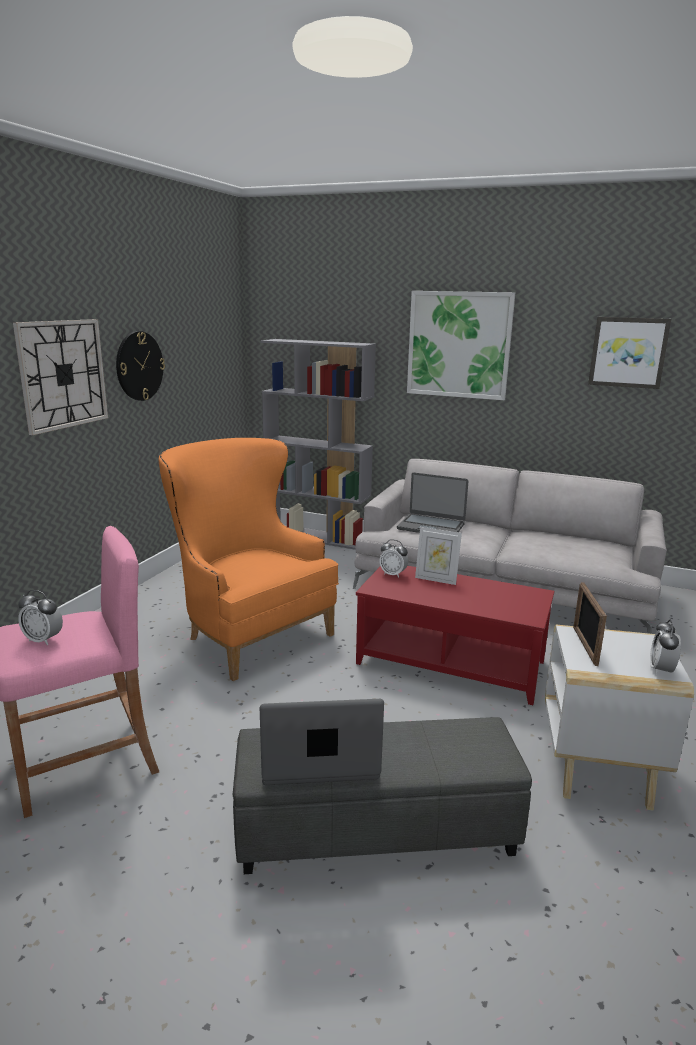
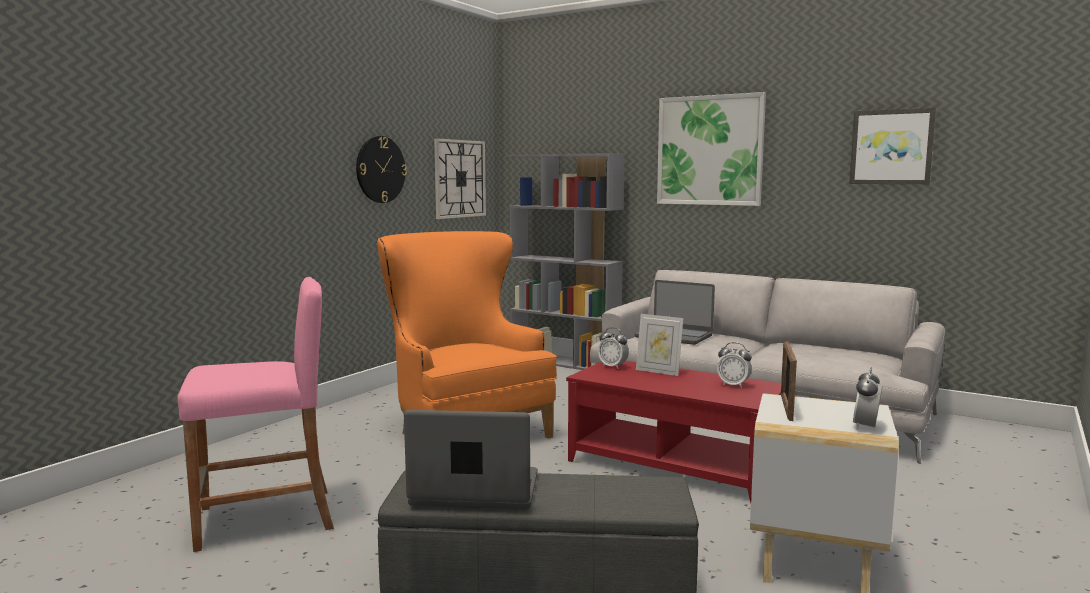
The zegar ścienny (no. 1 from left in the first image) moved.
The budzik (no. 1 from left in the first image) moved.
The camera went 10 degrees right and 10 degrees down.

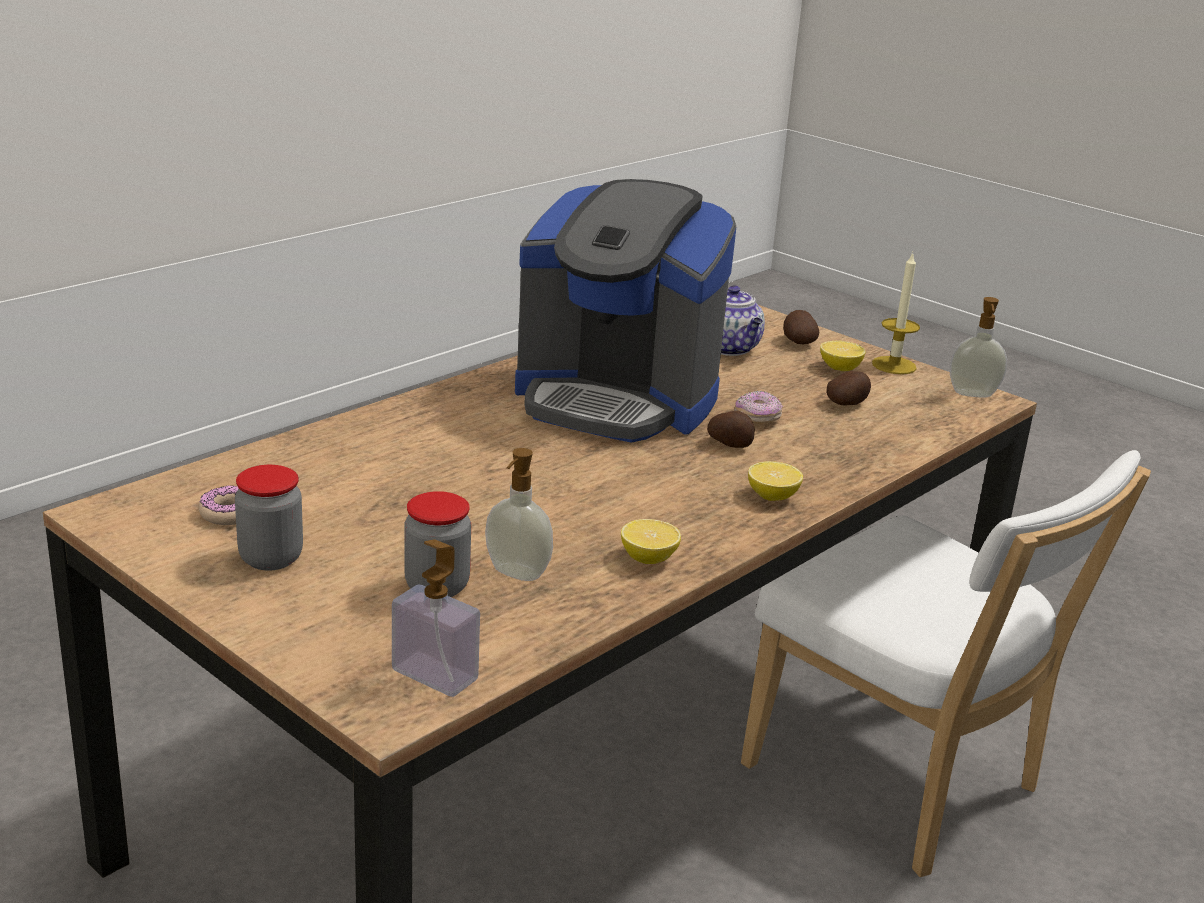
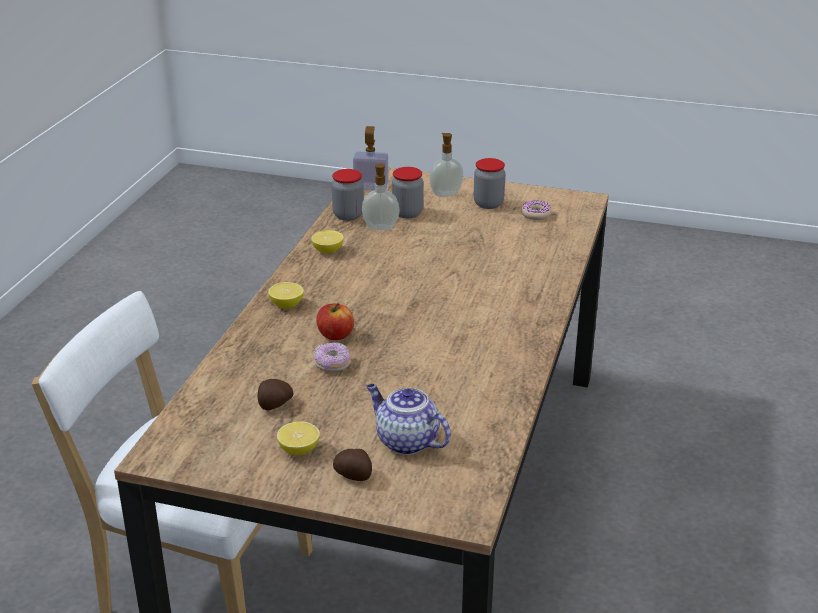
The ziemniak (no. 1 from left) was replaced by the jabłko.
The słoik (no. 1 from left) appeared.
The dozownik mydła (no. 3 from left) moved.
The ekspres do kawy disappeared.
The świeca disappeared.
The camera went 155 degrees right and 5 degrees up.

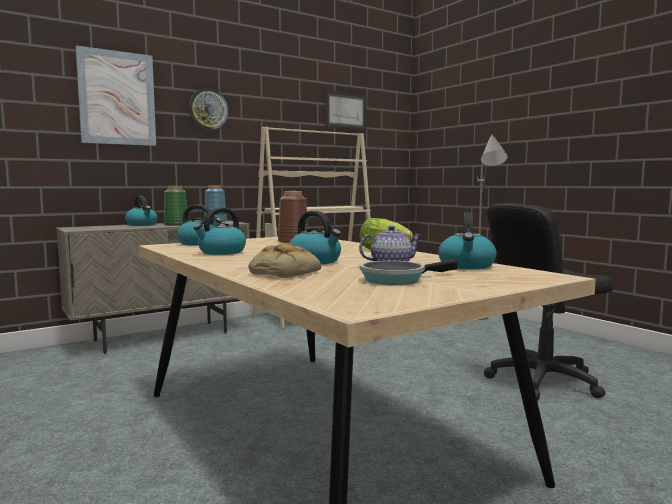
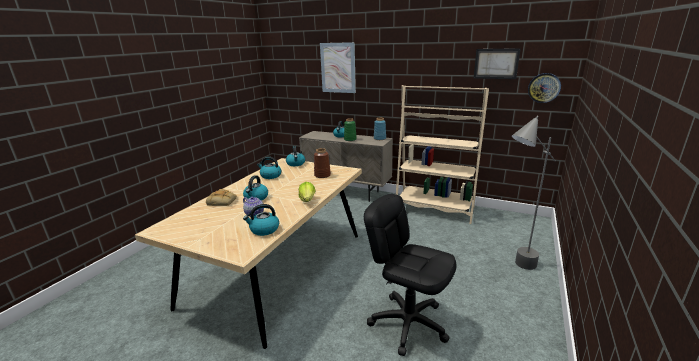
The zegar ścienny moved.
The patelnia disappeared.
The camera went 60 degrees right and 15 degrees up.

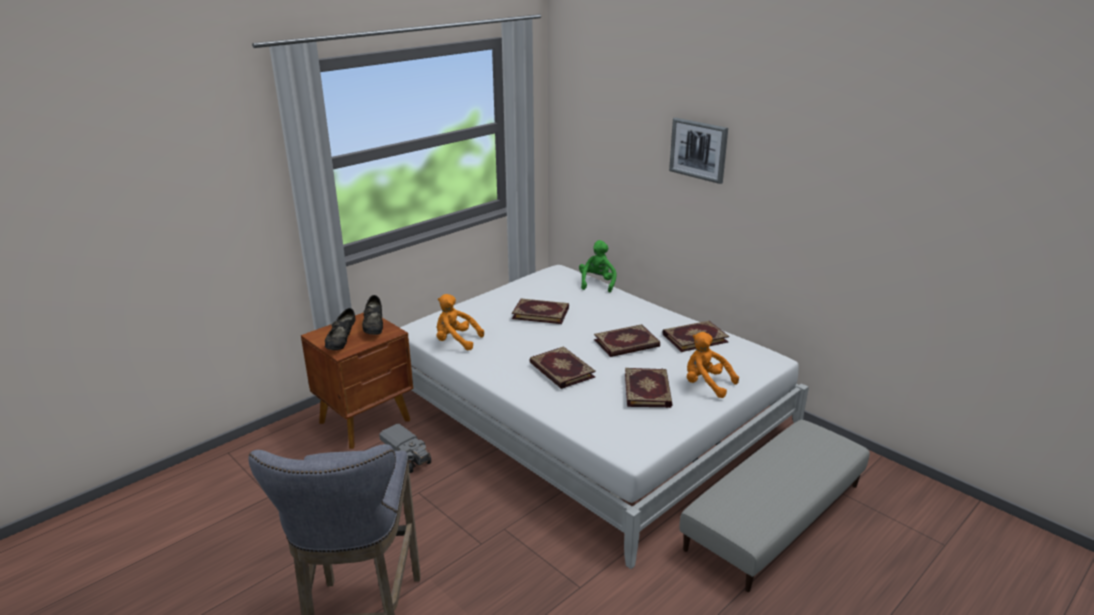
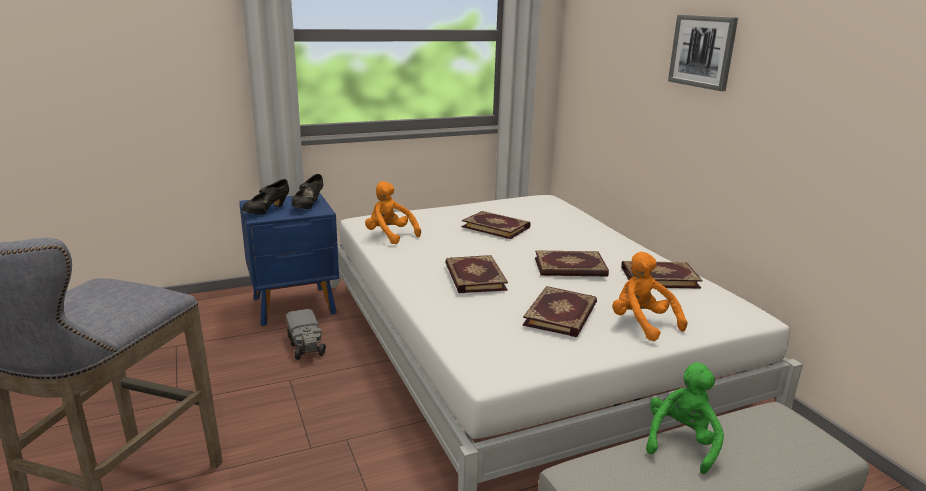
The szafka nocna [brązowy] became the szafka nocna [niebieski].
The pluszak [zielony] moved.
The camera went 20 degrees right and 5 degrees down.

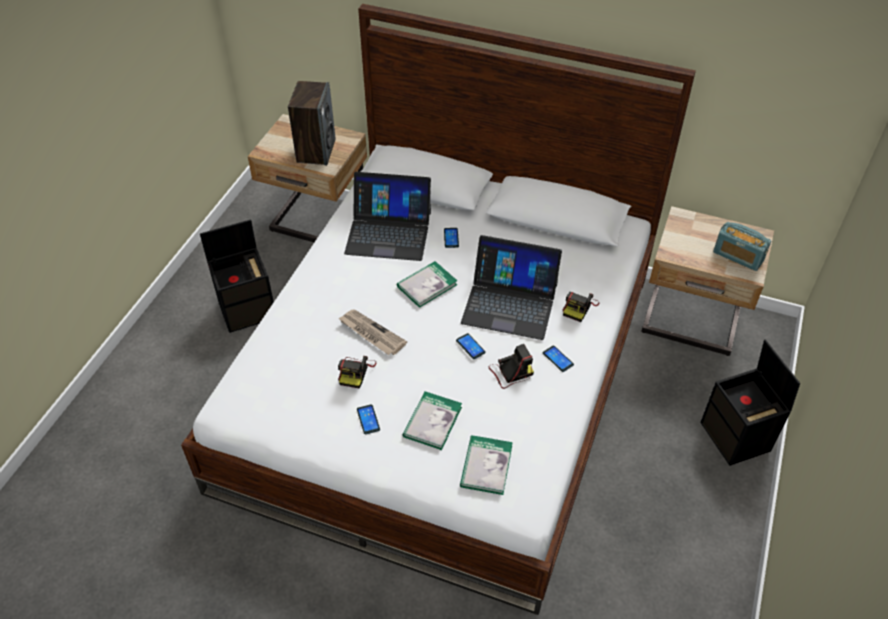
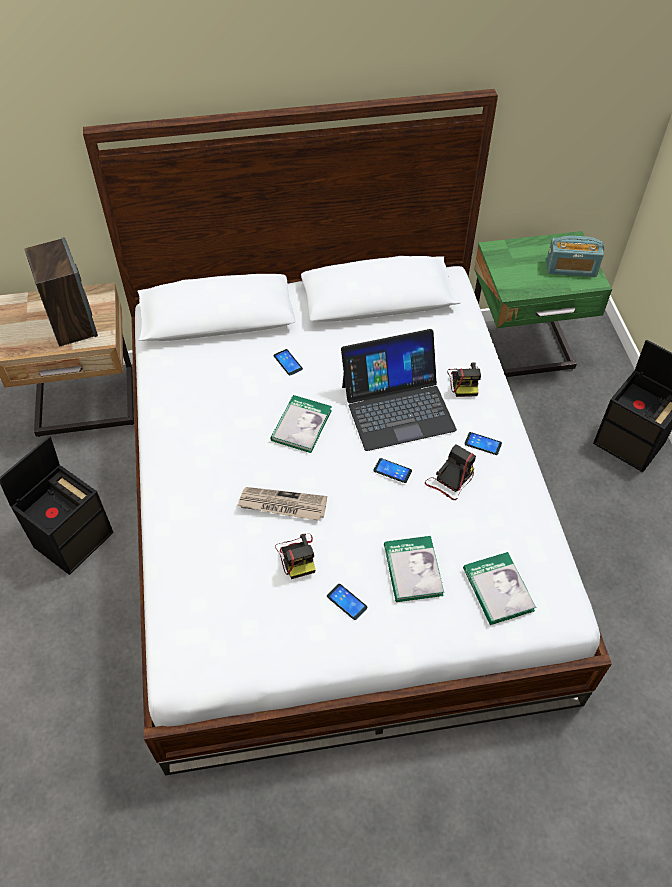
The szafka nocna [beżowy] (no. 2 from left) became the szafka nocna [zielony].
The laptop (no. 1 from left) disappeared.
The camera went 30 degrees left and 5 degrees up.

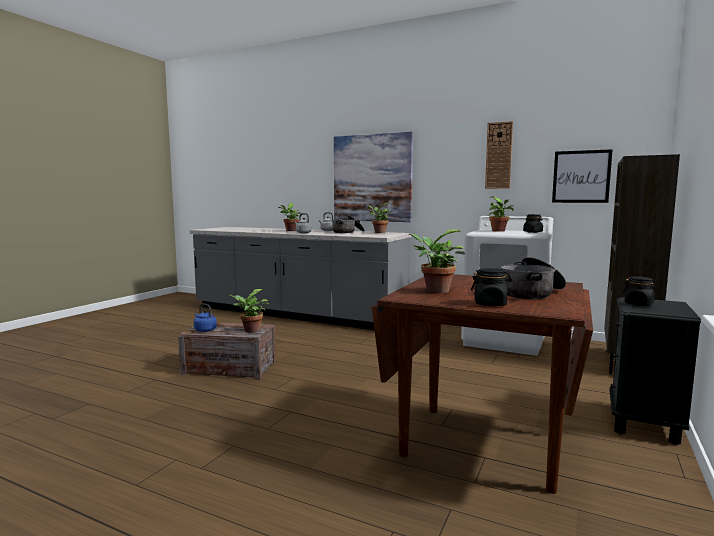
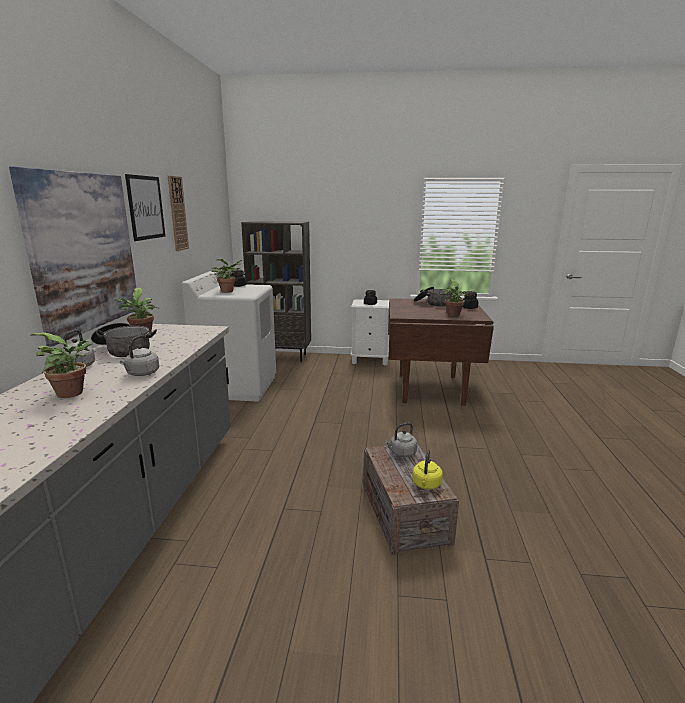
The obraz (no. 2 from left) moved.
The szafka nocna [czarny] became the szafka nocna [biały].
The roślina doniczkowa (no. 1 from left) was replaced by the czajnik [szary] (no. 3 from left).
The czajnik [niebieski] became the czajnik [żółty].
The camera went 110 degrees left and 10 degrees up.

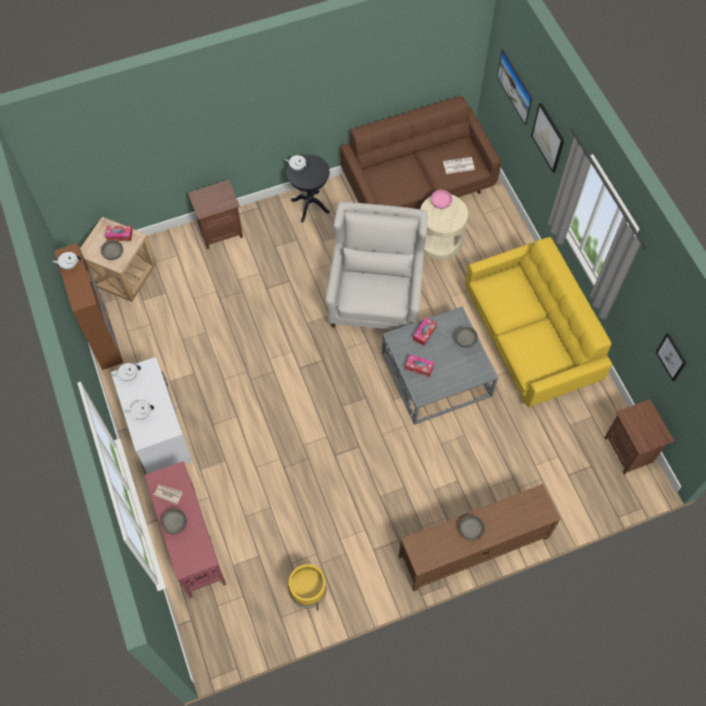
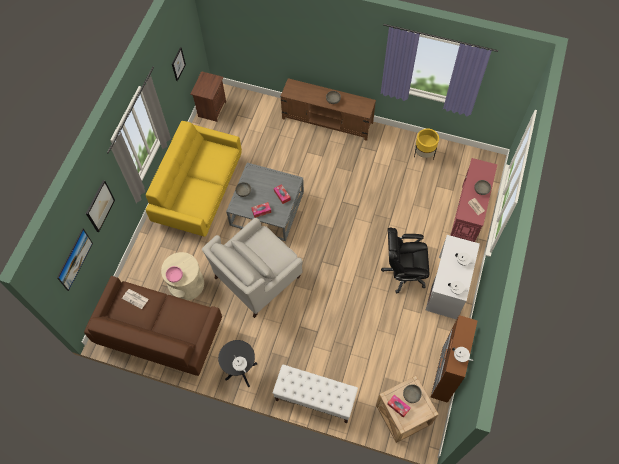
The szafka nocna [brązowy] (no. 1 from left) was replaced by the ławka [biały].
The krzesło biurowe [czarny] appeared.
The camera went 140 degrees left and 0 degrees up.

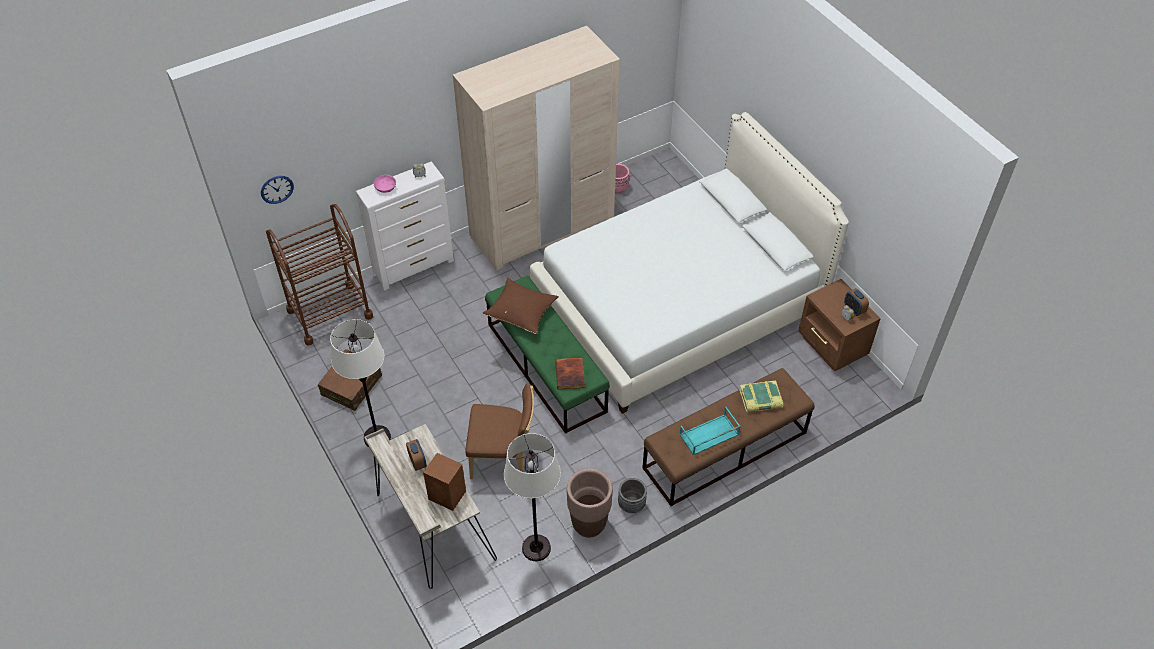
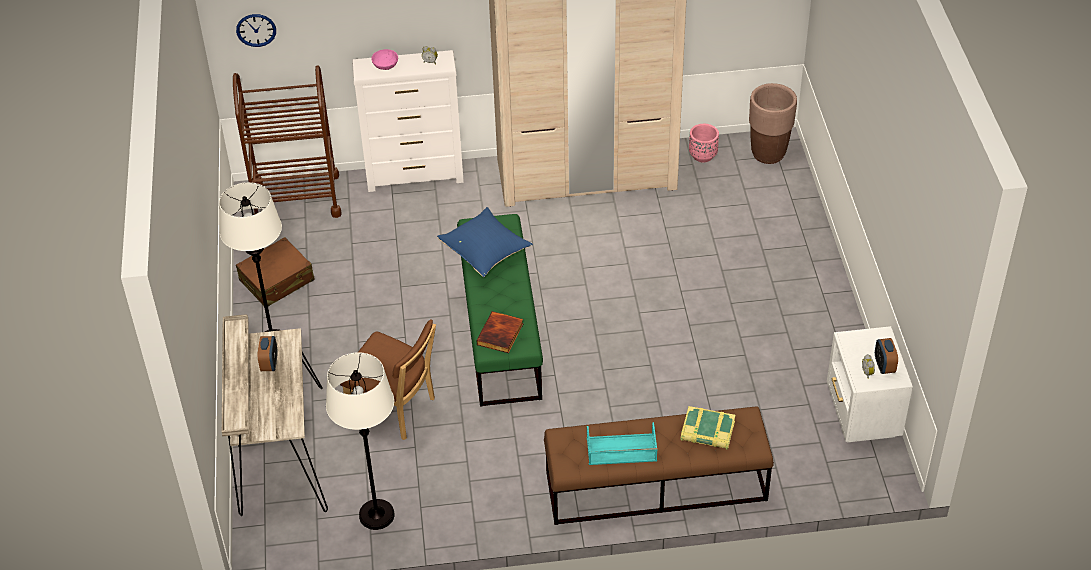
The poduszka [brązowy] became the poduszka [niebieski].
The donica [brązowy] moved.
The szafka nocna [brązowy] became the szafka nocna [biały].
The głośnik [brązowy] disappeared.
The łóżko [biały] disappeared.
The donica [szary] disappeared.
The camera went 25 degrees right and 5 degrees down.

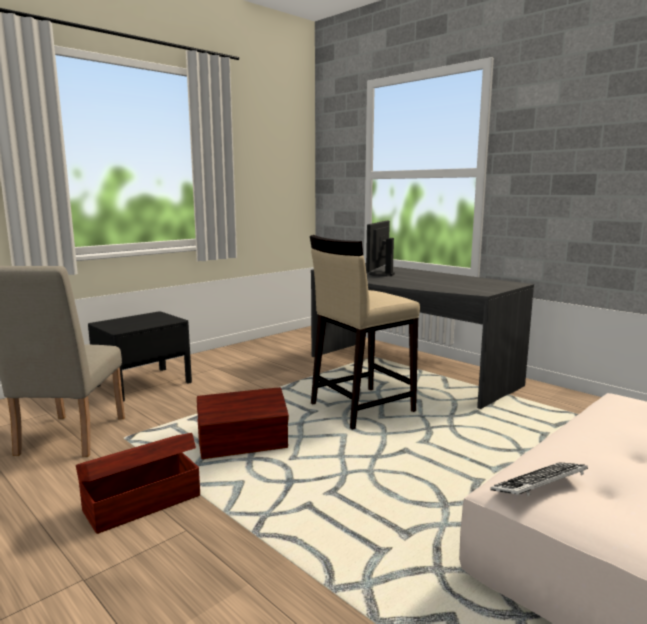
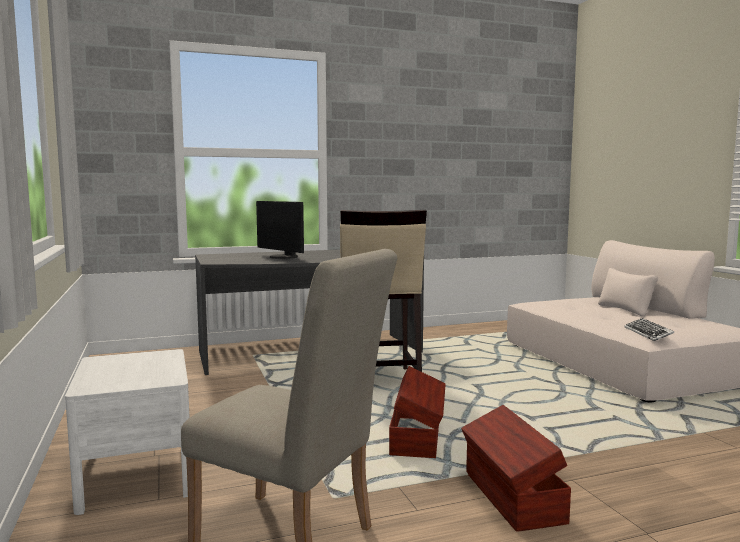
The szafka nocna [czarny] became the szafka nocna [biały].
The camera went 65 degrees left and 5 degrees down.

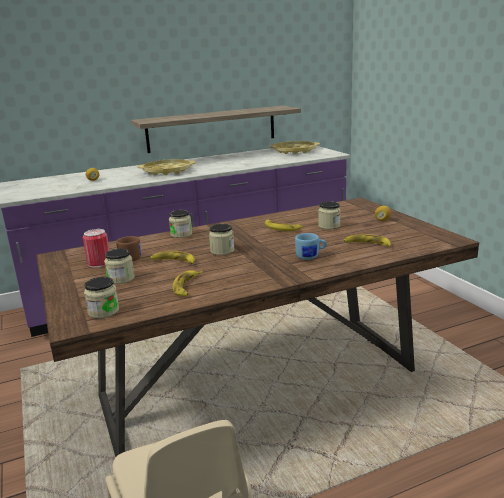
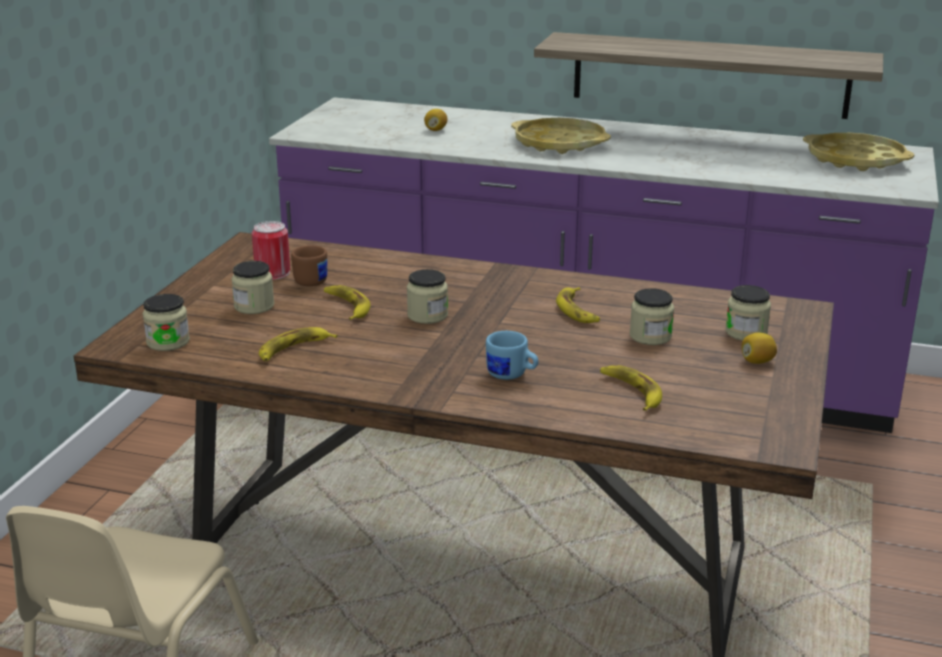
The słoik (no. 3 from left in the first image) moved.
The camera went 40 degrees right and 5 degrees up.

